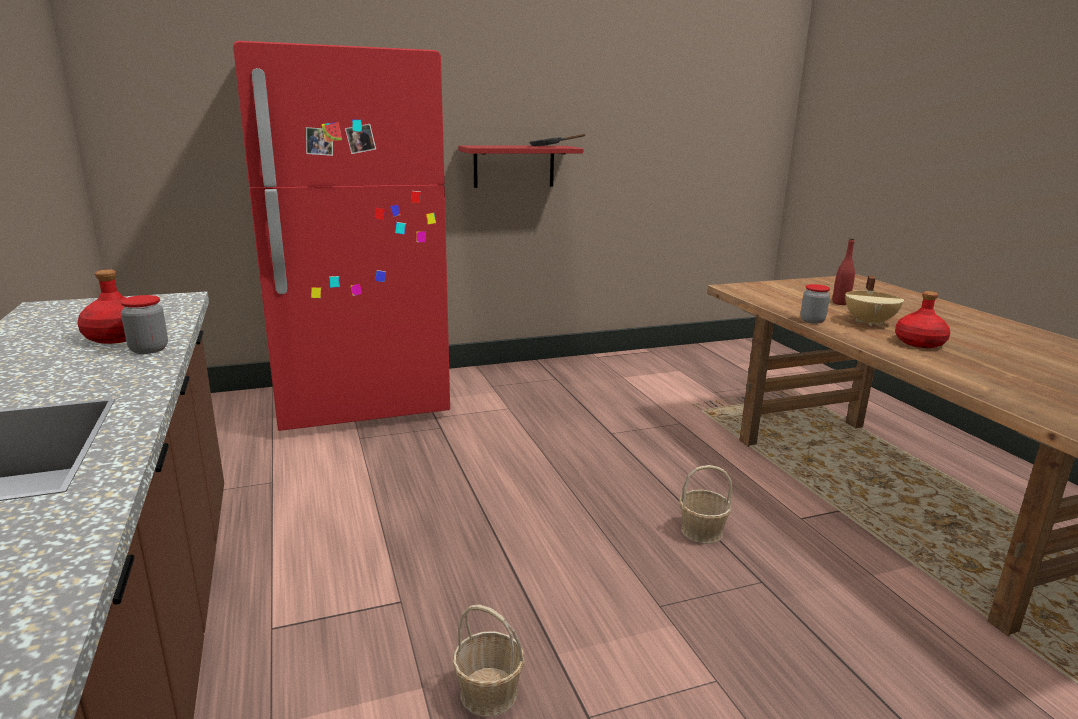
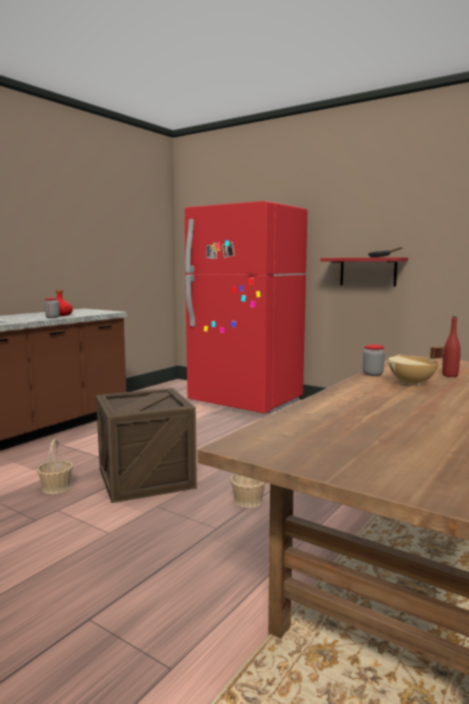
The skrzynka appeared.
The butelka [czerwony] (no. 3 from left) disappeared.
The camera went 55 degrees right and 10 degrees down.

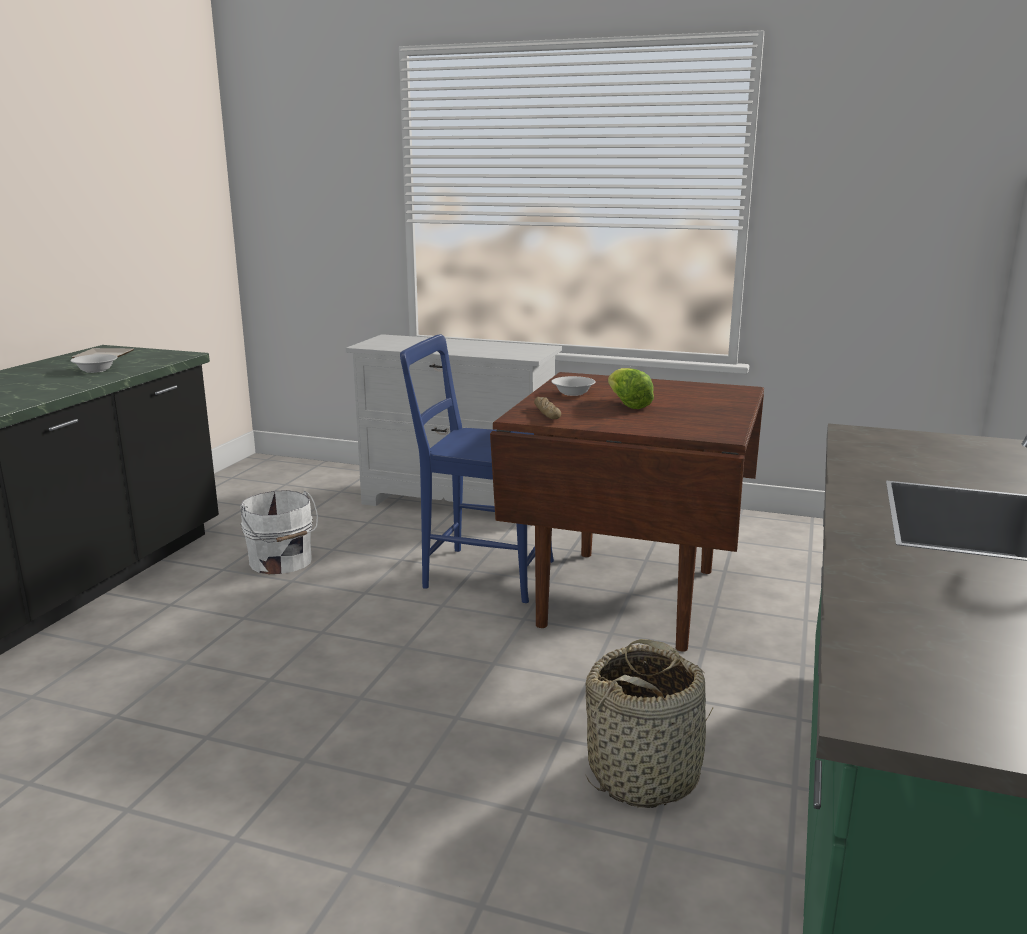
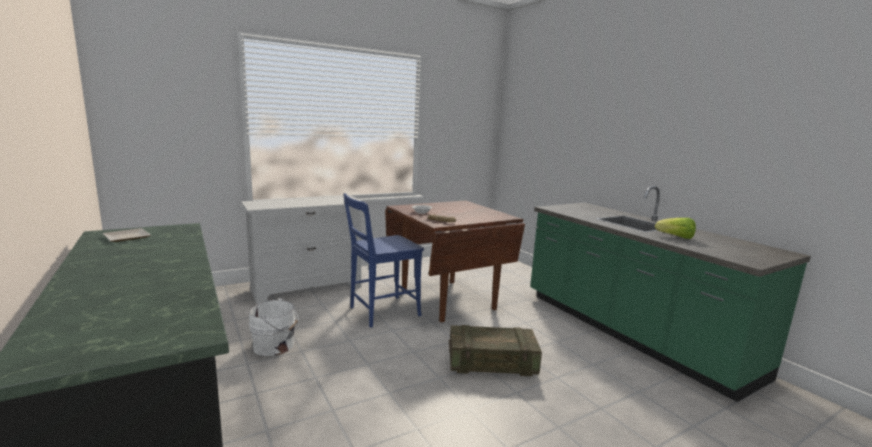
The skrzynka appeared.
The sałata moved.
The miska [biały] (no. 1 from left) disappeared.
The koszyk disappeared.
The camera went 50 degrees left and 5 degrees down.

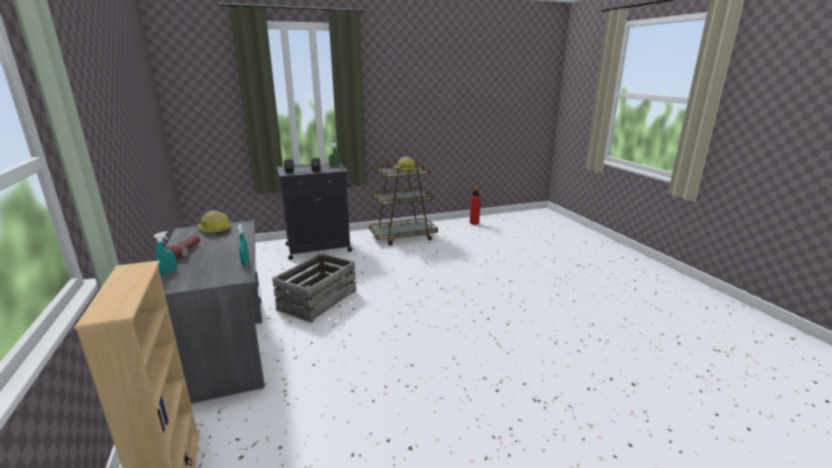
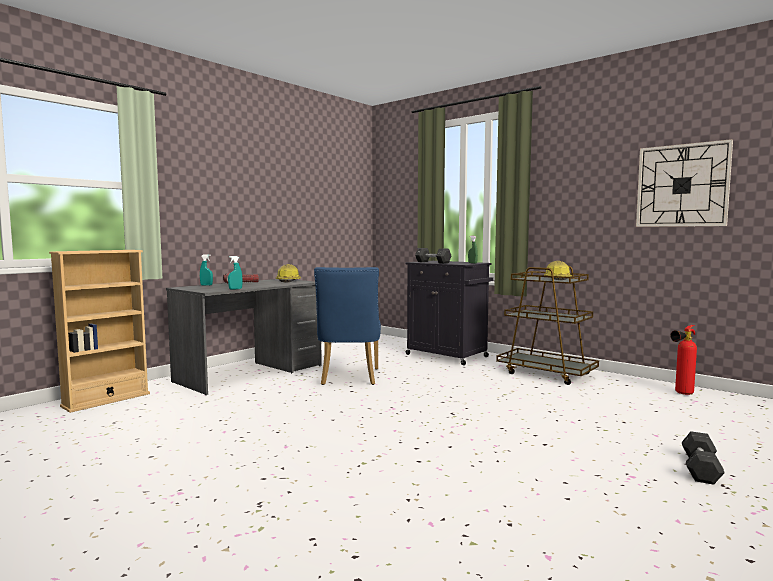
The skrzynka was replaced by the krzesło [niebieski].
The zegar ścienny appeared.
The hantel [szary] (no. 2 from left) appeared.
The camera went 60 degrees right and 15 degrees down.

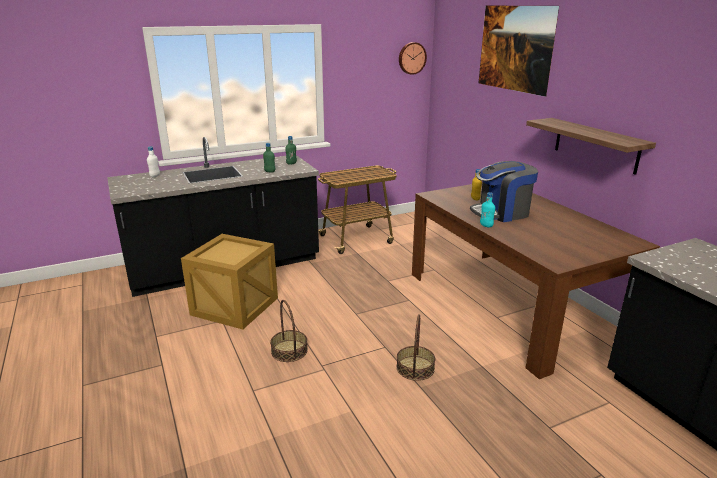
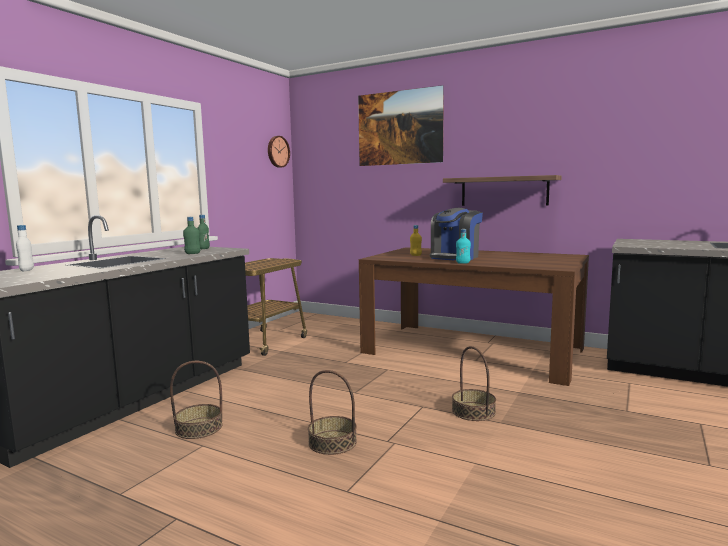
The skrzynka was replaced by the koszyk (no. 1 from left).
The camera went 35 degrees left and 15 degrees down.

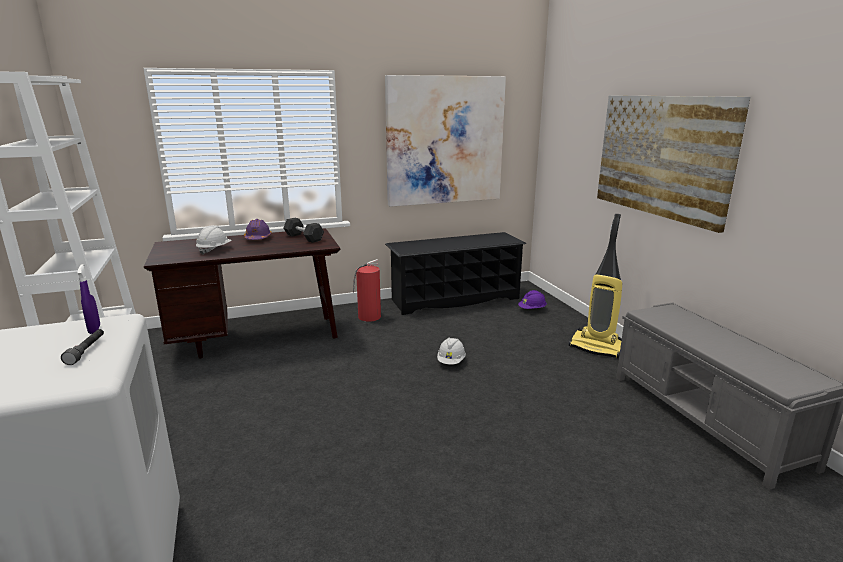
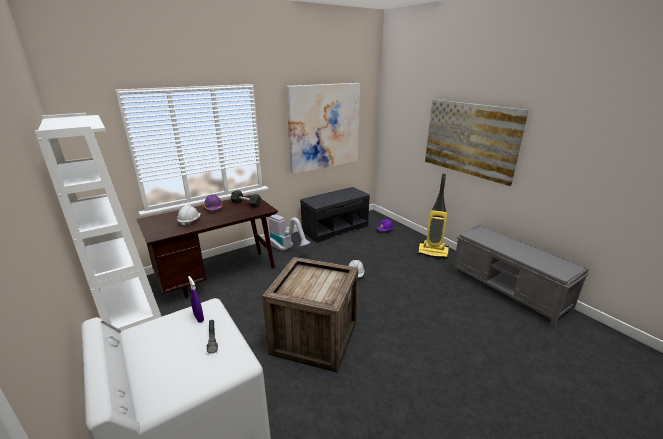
The skrzynka appeared.
The gaśnica was replaced by the odkurzacz (no. 1 from left).
The regał na buty [czarny] was replaced by the ławka [szary] (no. 1 from left).
The camera went 15 degrees left and 5 degrees up.

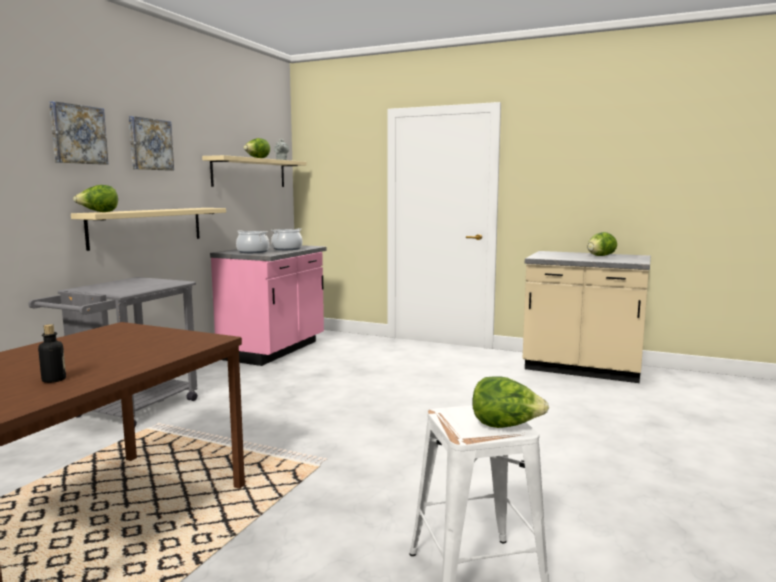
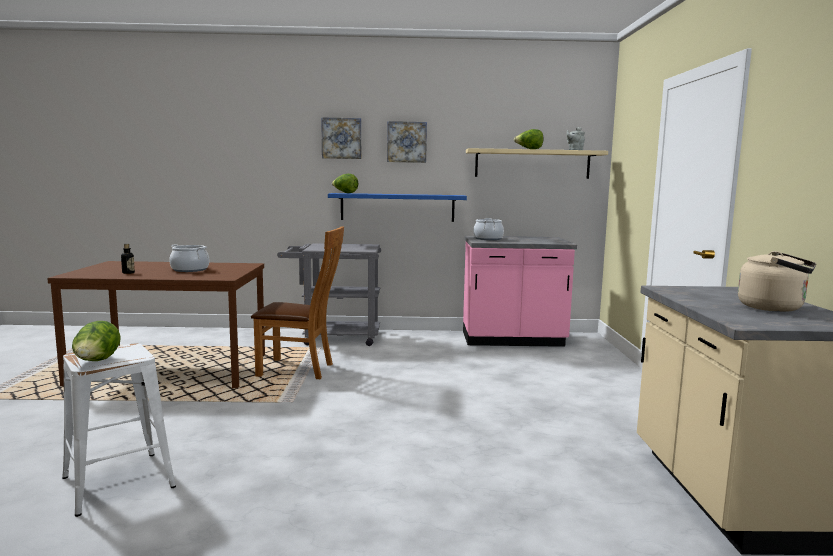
The garnek (no. 2 from left in the first image) moved.
The krzesło [brązowy] appeared.
The półka [beżowy] (no. 1 from left) became the półka [niebieski].
The sałata (no. 4 from left) was replaced by the czajnik [beżowy].
The camera went 65 degrees right and 0 degrees up.

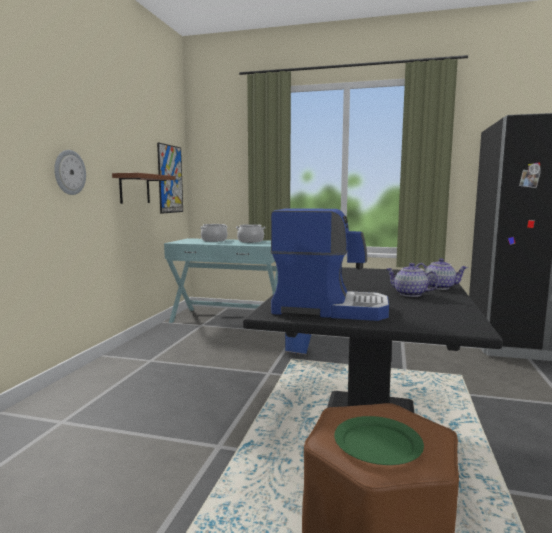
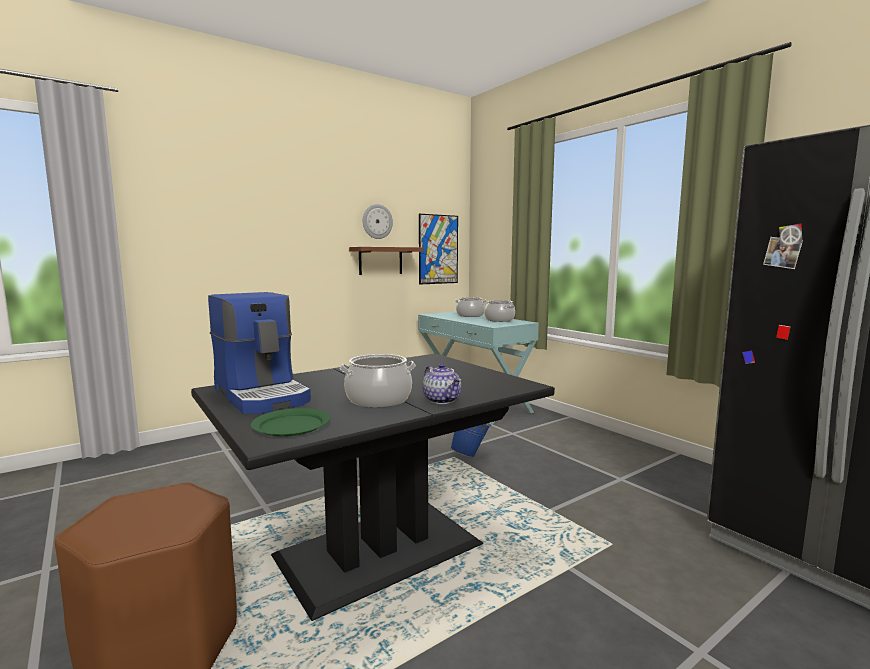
The talerz [zielony] moved.
The imbryk (no. 1 from left) was replaced by the garnek (no. 1 from left).
The zegar ścienny moved.
The camera went 40 degrees right and 0 degrees up.

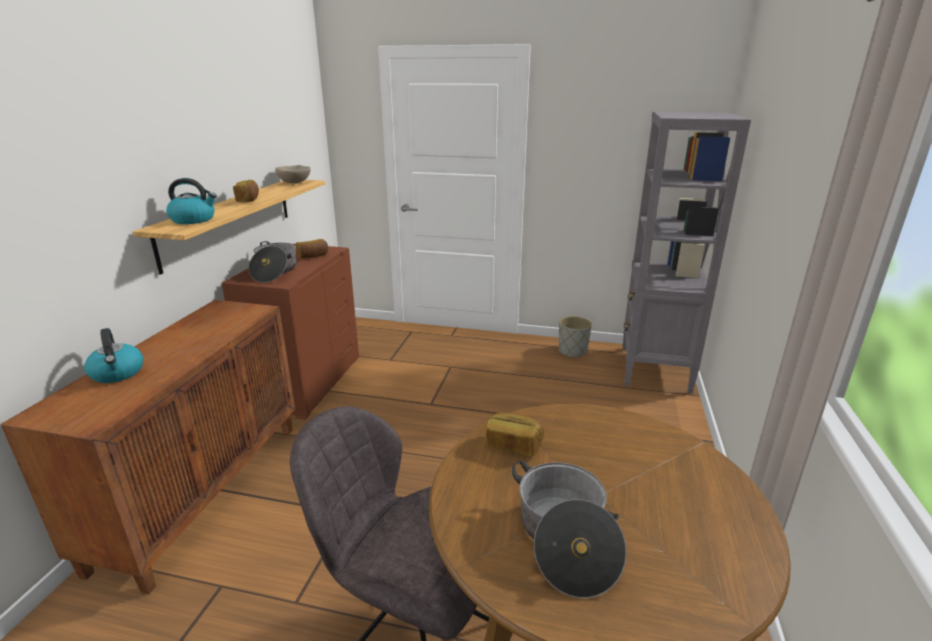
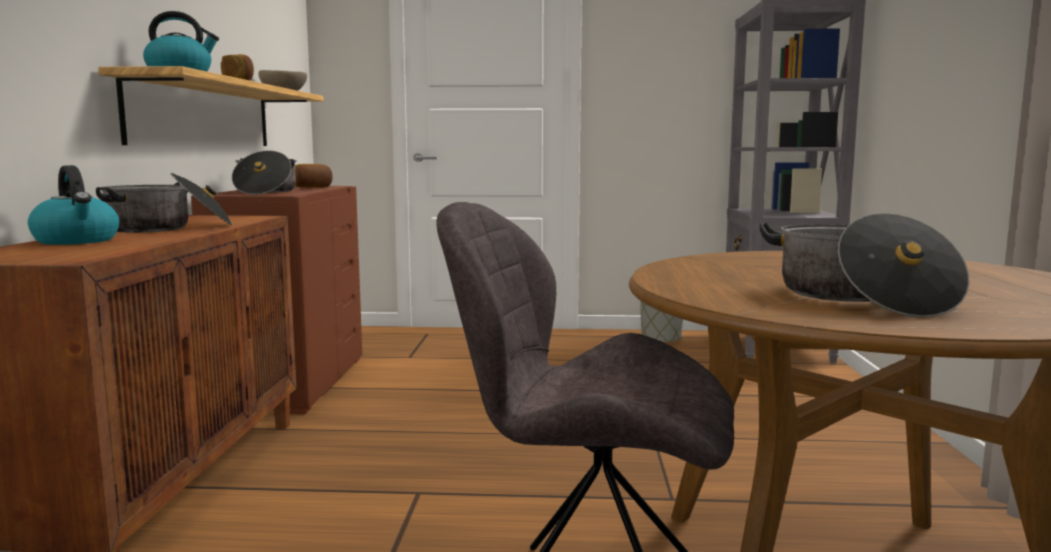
The garnek (no. 1 from left) appeared.
The chleb (no. 3 from left) disappeared.
The camera went 10 degrees left and 15 degrees down.

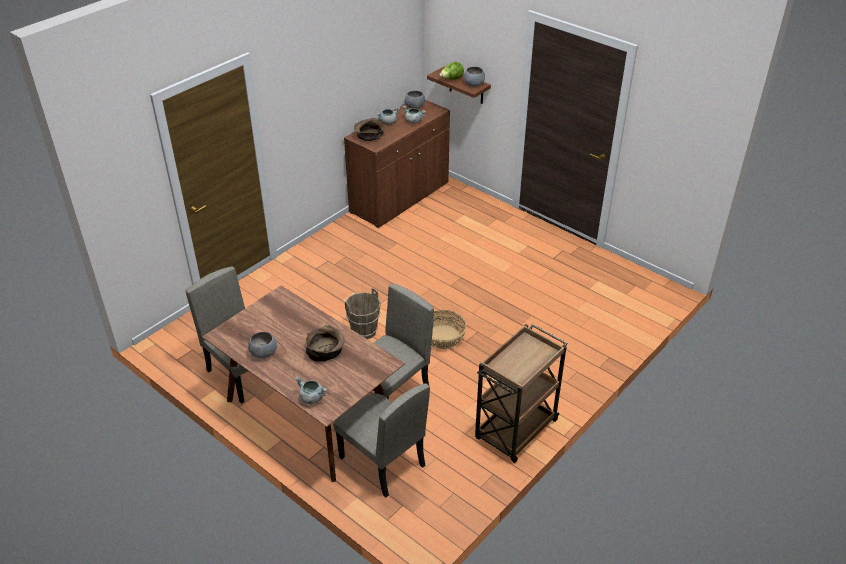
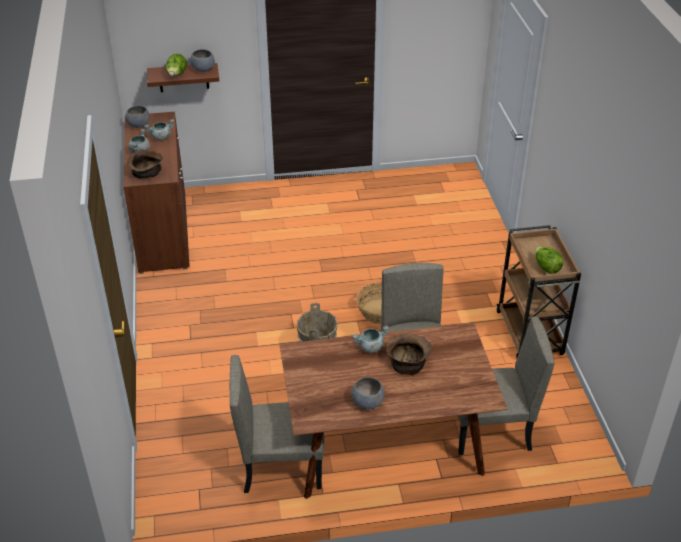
The garnek [szary] (no. 1 from left in the first image) moved.
The sałata (no. 2 from left) appeared.
The camera went 50 degrees left and 0 degrees up.

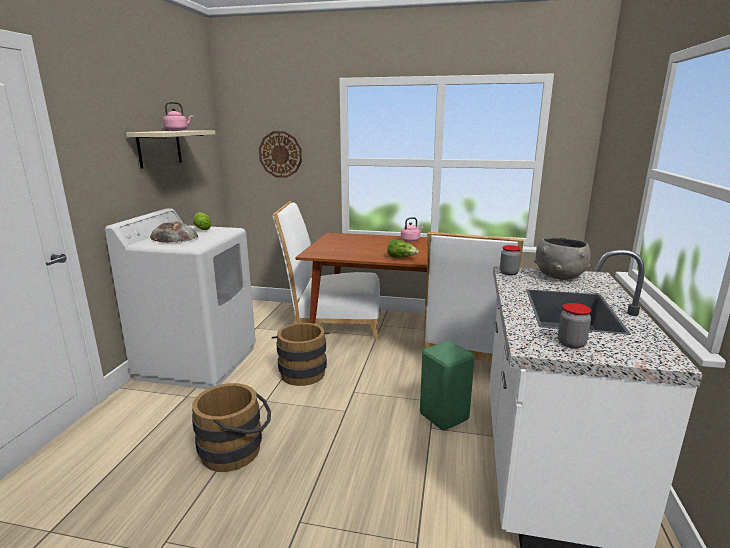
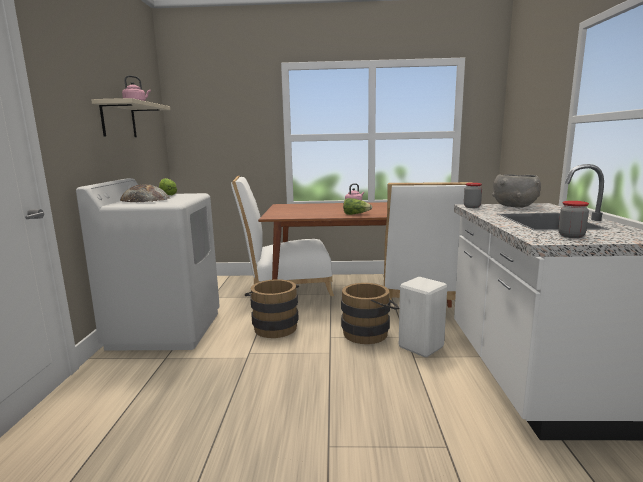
The wiadro [brązowy] (no. 1 from left in the first image) moved.
The stołek [zielony] became the stołek [biały].
The zegar ścienny disappeared.
The camera went 10 degrees left and 5 degrees down.

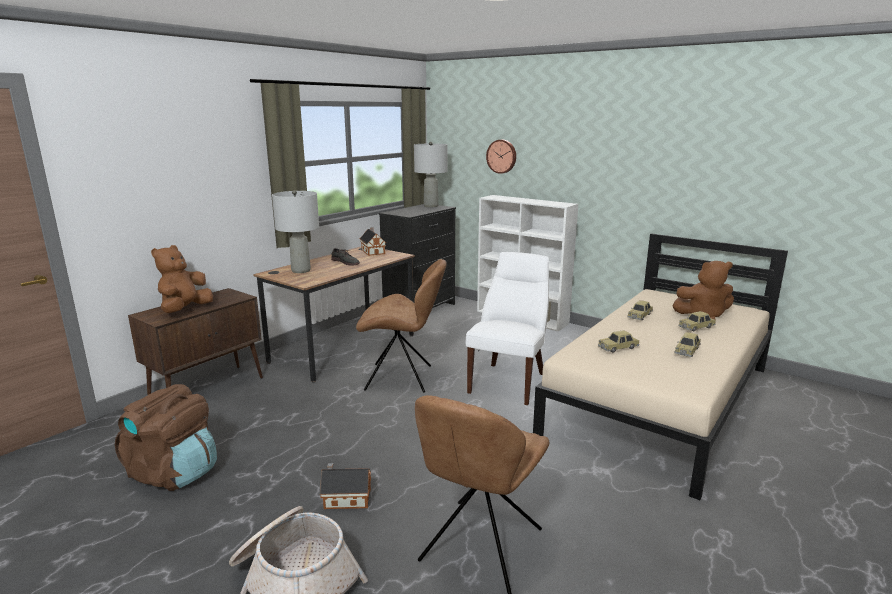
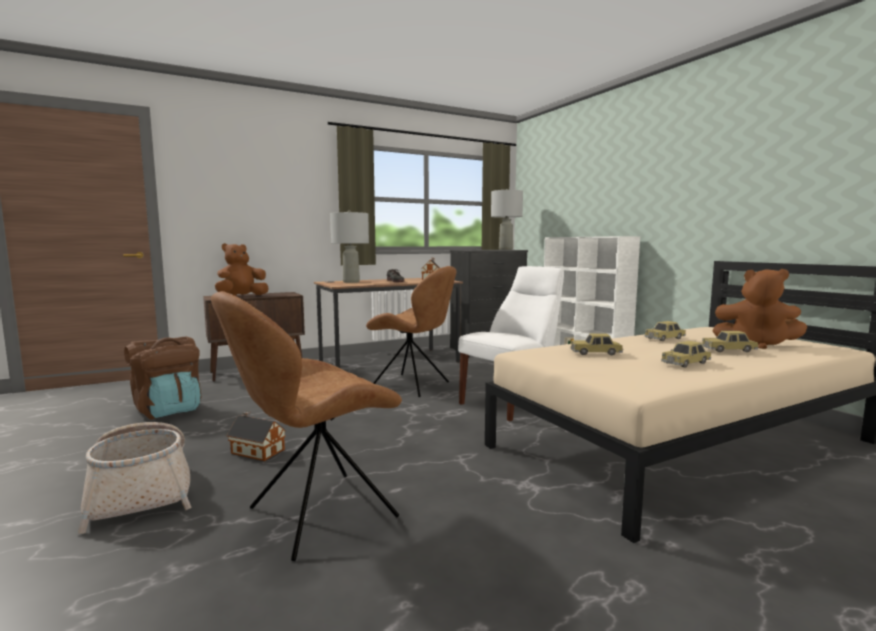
The zegar ścienny disappeared.
The camera went 25 degrees right and 10 degrees down.

